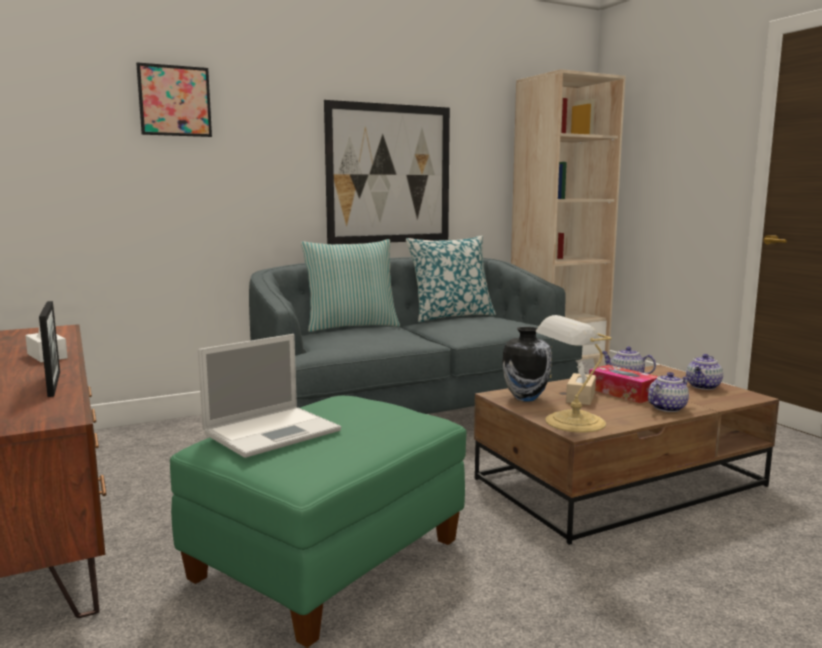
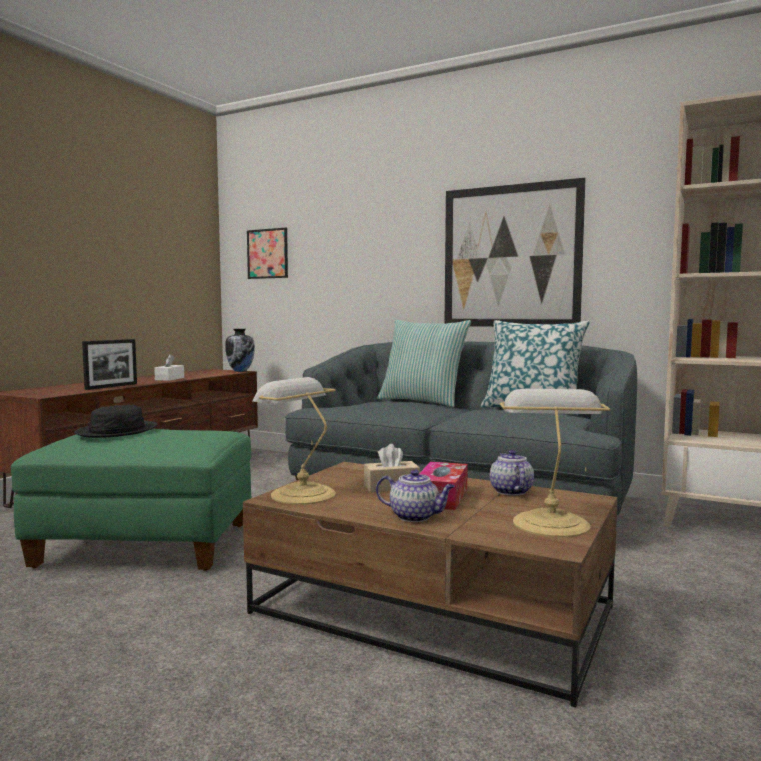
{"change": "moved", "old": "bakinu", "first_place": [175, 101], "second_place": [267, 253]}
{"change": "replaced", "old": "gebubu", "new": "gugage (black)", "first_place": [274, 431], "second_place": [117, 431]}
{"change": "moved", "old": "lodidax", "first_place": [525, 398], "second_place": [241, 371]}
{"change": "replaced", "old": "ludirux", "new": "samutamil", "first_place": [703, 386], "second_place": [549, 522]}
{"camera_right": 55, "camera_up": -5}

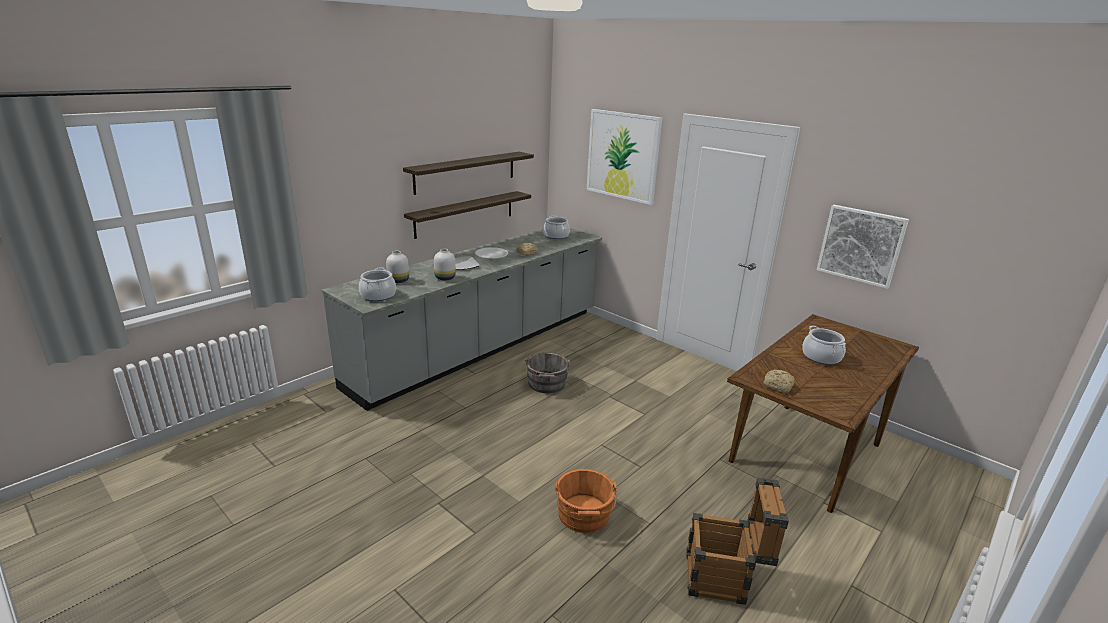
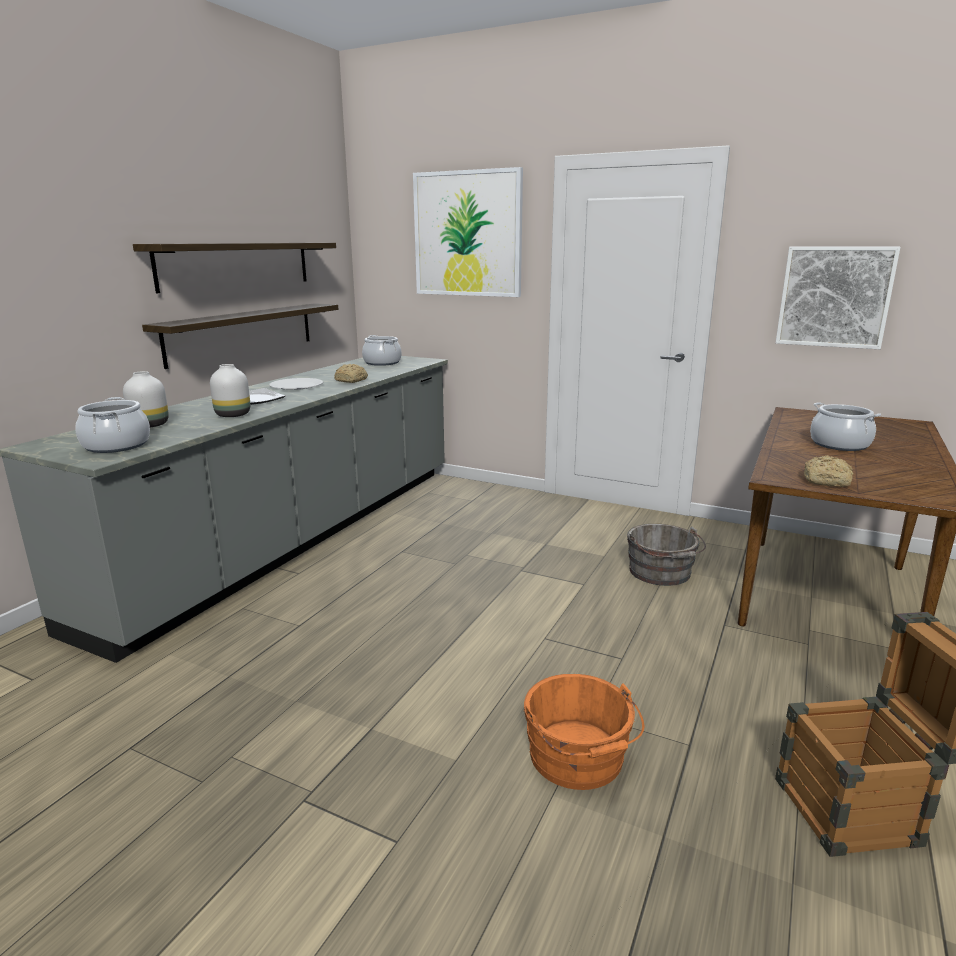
{"change": "moved", "old": "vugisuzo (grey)", "first_place": [546, 385], "second_place": [661, 573]}
{"camera_right": -15, "camera_up": -5}

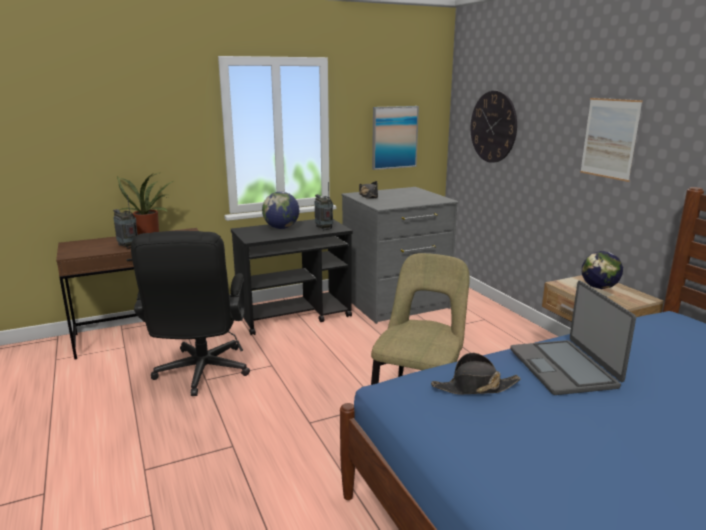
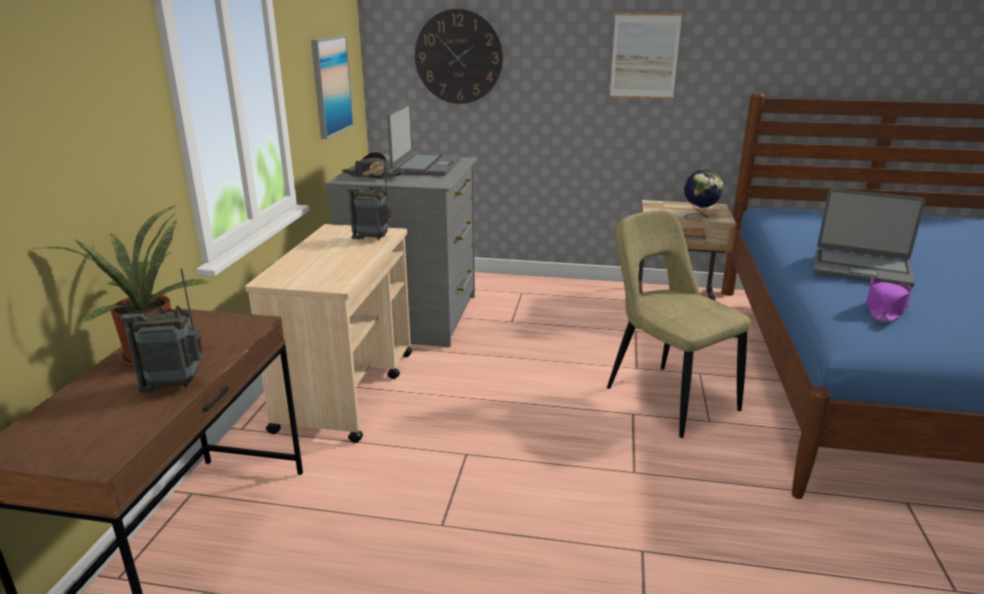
{"change": "removed", "old": "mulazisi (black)", "first_place": [201, 374]}
{"change": "recoloured", "old": "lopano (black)", "new": "lopano (beige)", "first_place": [295, 316], "second_place": [347, 389]}
{"change": "removed", "old": "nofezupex", "first_place": [281, 228]}
{"change": "recoloured", "old": "gugage (black)", "new": "gugage (purple)", "first_place": [475, 387], "second_place": [884, 308]}
{"change": "added", "new": "gebubu", "second_place": [426, 166]}
{"camera_right": -55, "camera_up": 5}

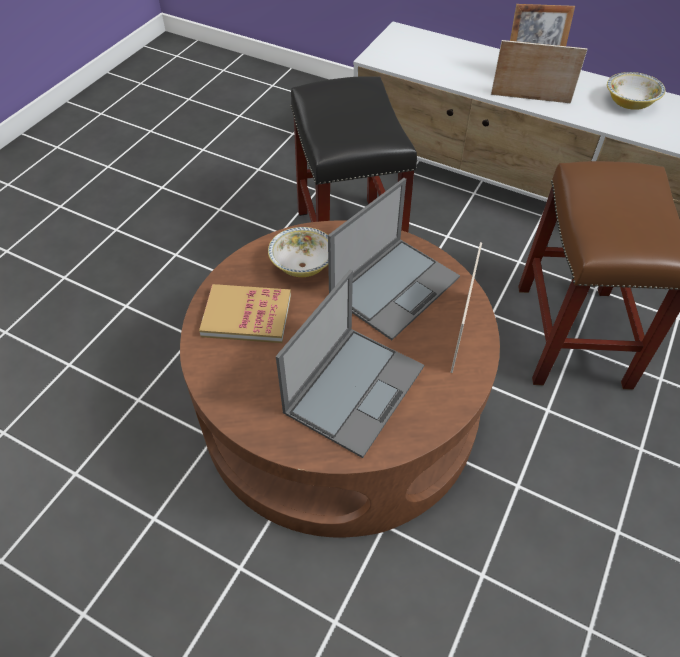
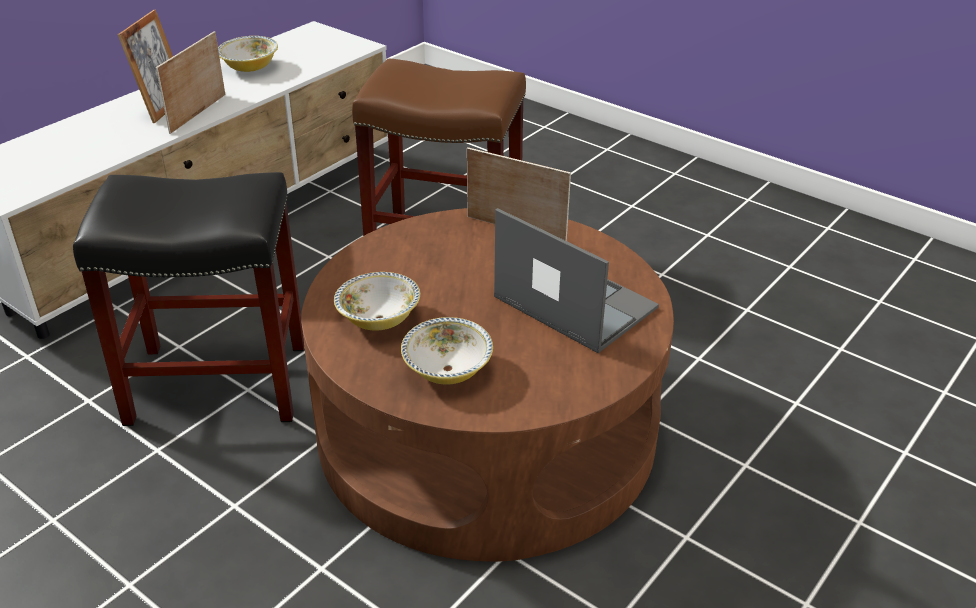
{"change": "replaced", "old": "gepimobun", "new": "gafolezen", "first_place": [247, 315], "second_place": [447, 370]}
{"change": "removed", "old": "gebubu", "first_place": [395, 286]}
{"camera_right": -80, "camera_up": -15}

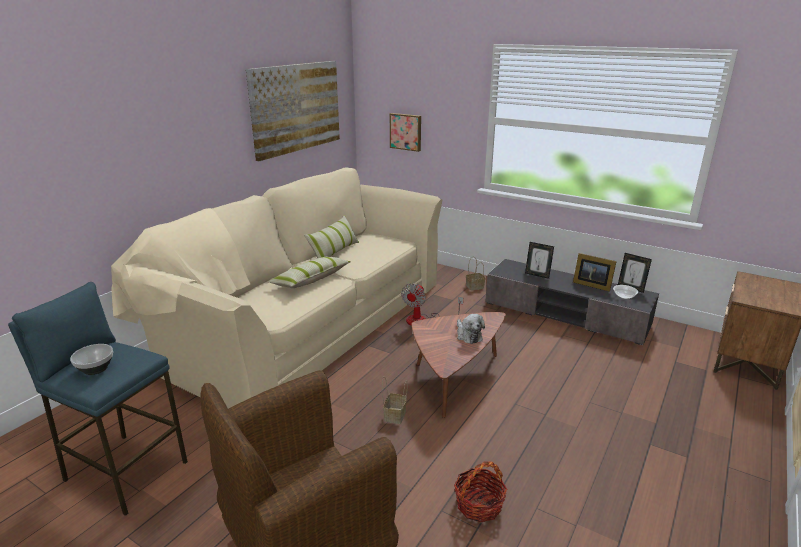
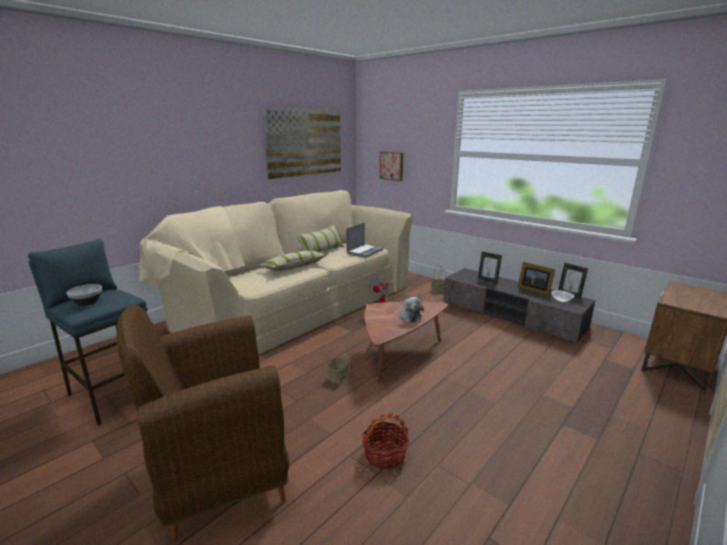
{"change": "added", "new": "gebubu", "second_place": [364, 251]}
{"camera_right": 10, "camera_up": -5}

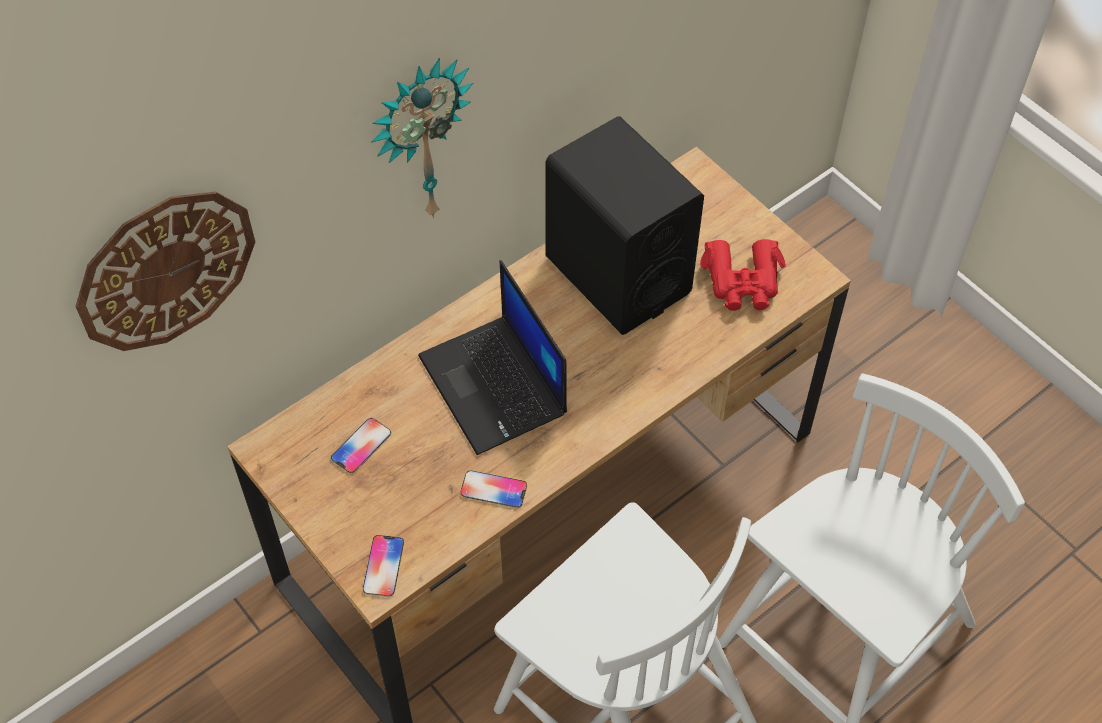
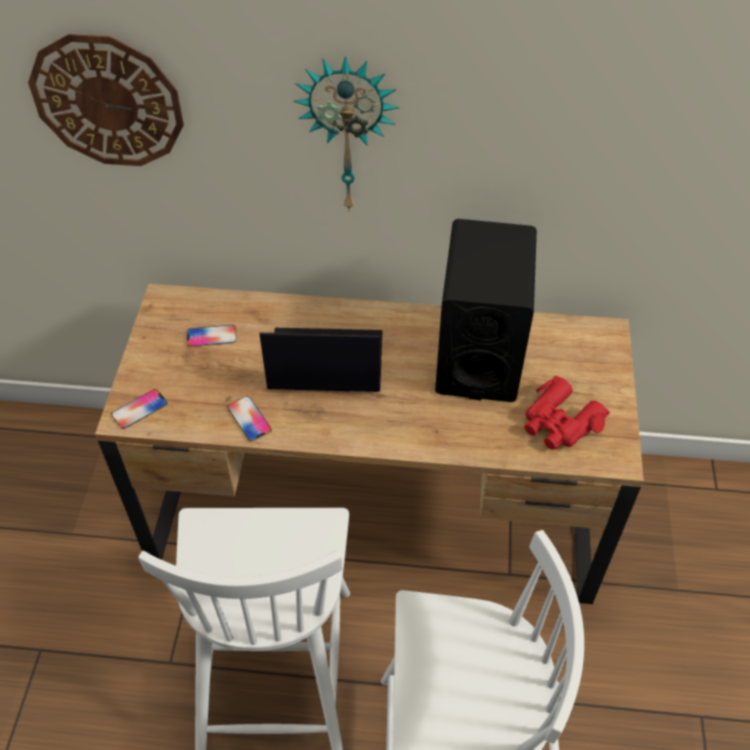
{"change": "turned", "old": "gebubu", "first_place": [495, 386], "second_place": [324, 362], "degrees": 75}
{"camera_right": 45, "camera_up": -5}

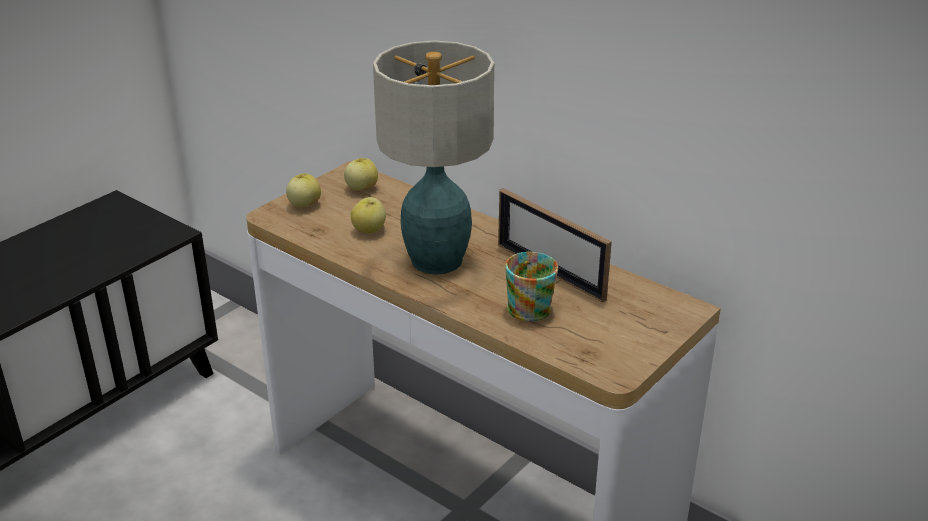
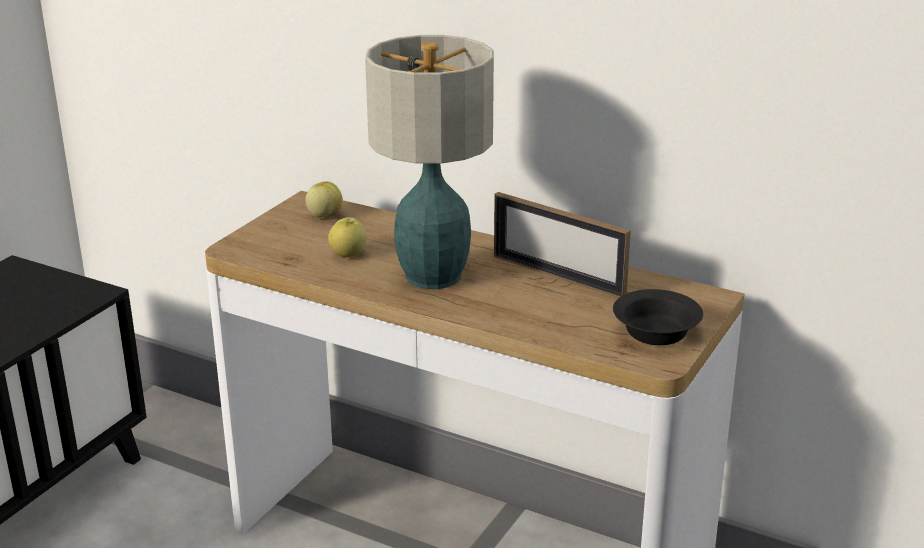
{"change": "removed", "old": "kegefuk", "first_place": [304, 205]}
{"change": "removed", "old": "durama", "first_place": [528, 305]}
{"change": "added", "new": "gafolezen (black)", "second_place": [654, 332]}
{"camera_right": -10, "camera_up": -5}

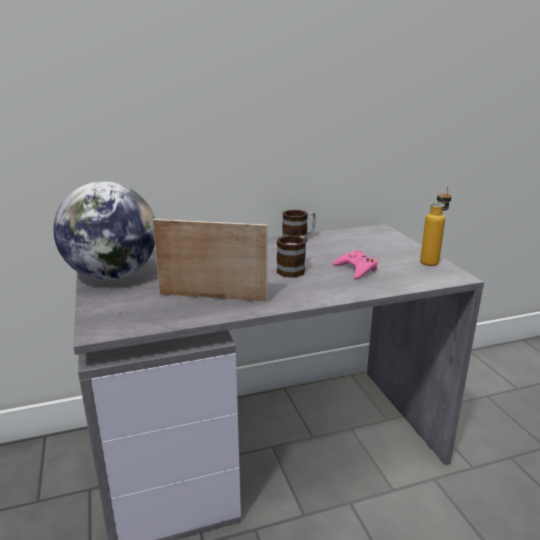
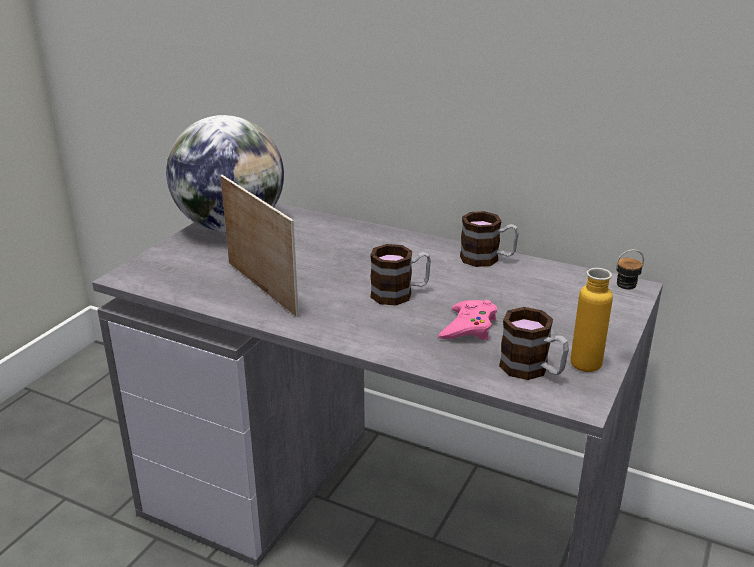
{"change": "added", "new": "durama", "second_place": [532, 370]}
{"camera_right": 45, "camera_up": 5}

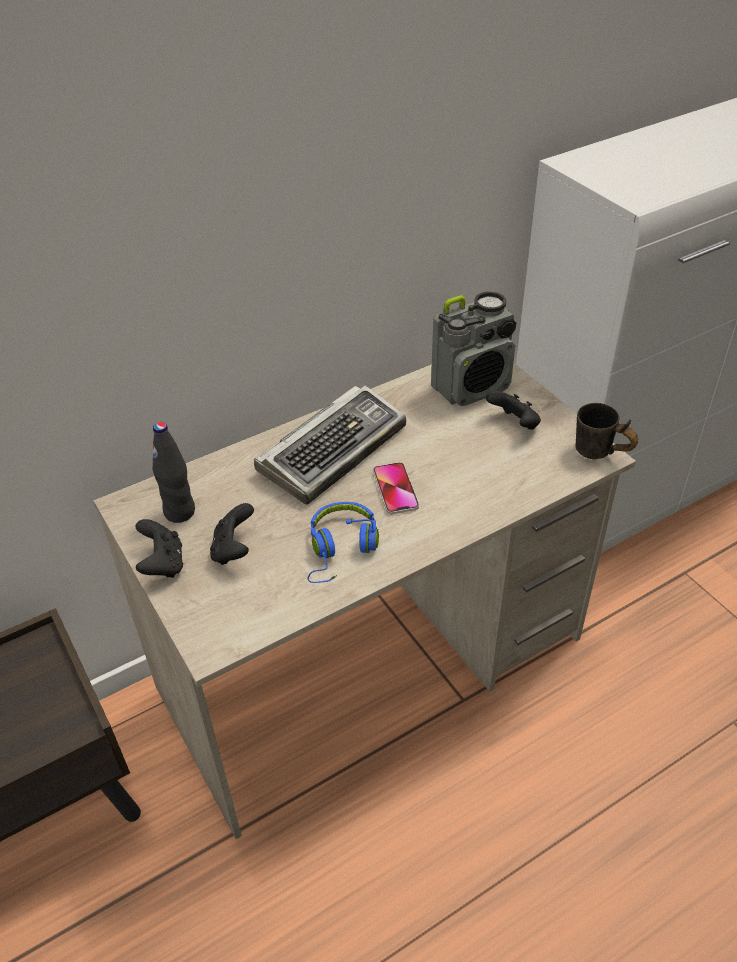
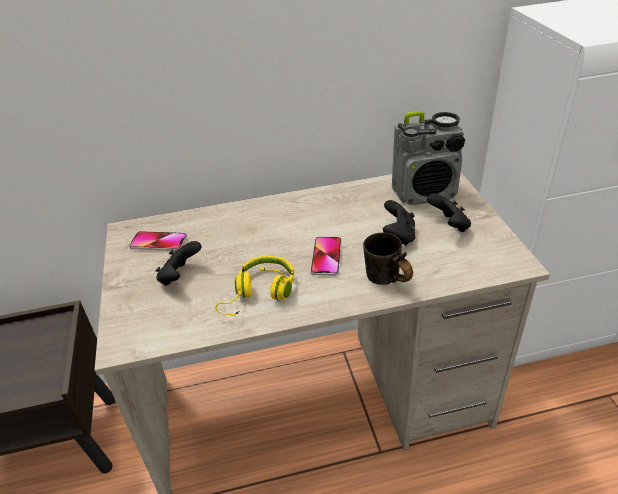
{"change": "moved", "old": "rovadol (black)", "first_place": [163, 564], "second_place": [398, 236]}
{"change": "replaced", "old": "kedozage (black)", "new": "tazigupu", "first_place": [180, 512], "second_place": [158, 242]}
{"change": "removed", "old": "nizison", "first_place": [333, 449]}
{"change": "recoloured", "old": "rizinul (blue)", "new": "rizinul (yellow)", "first_place": [341, 549], "second_place": [260, 293]}
{"change": "moved", "old": "durama (grey)", "first_place": [598, 455], "second_place": [384, 282]}
{"camera_right": 20, "camera_up": -5}

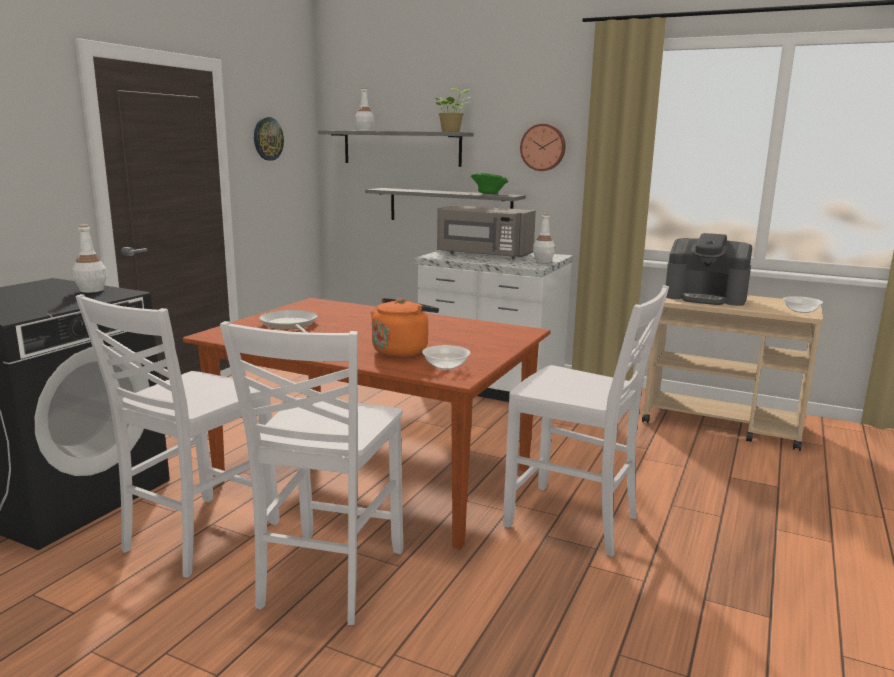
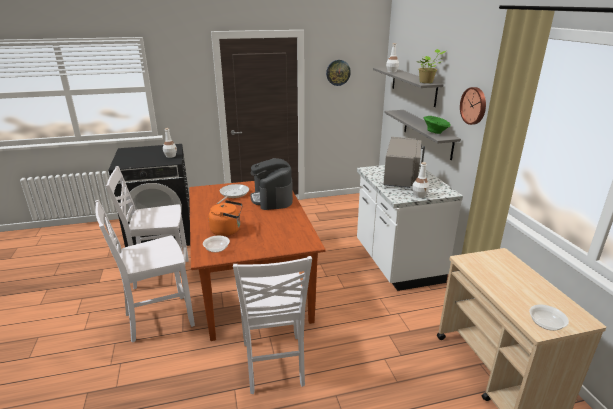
{"change": "turned", "old": "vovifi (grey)", "first_place": [483, 255], "second_place": [401, 177], "degrees": -150}
{"change": "moved", "old": "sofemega", "first_place": [705, 297], "second_place": [272, 198]}
{"camera_right": 50, "camera_up": 10}

